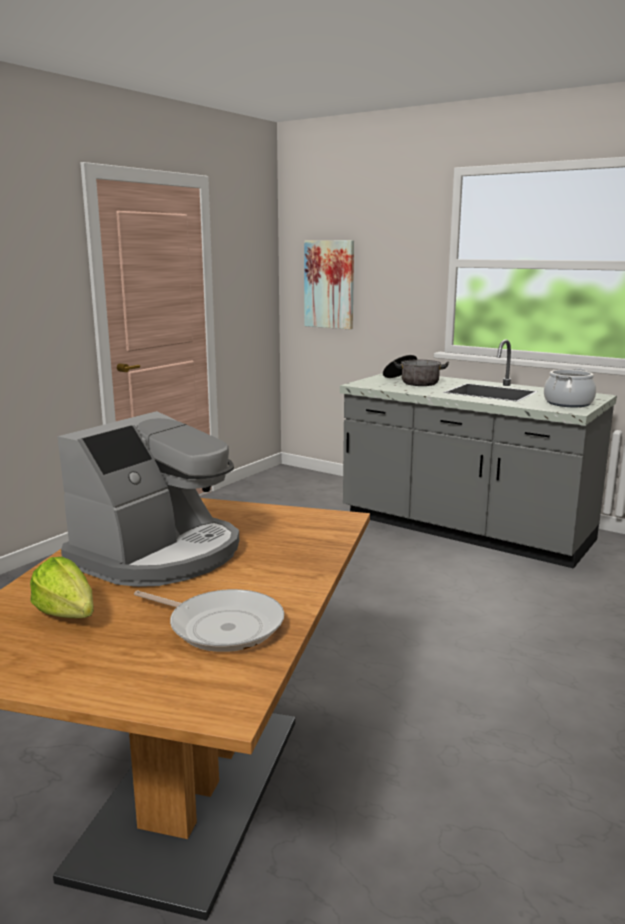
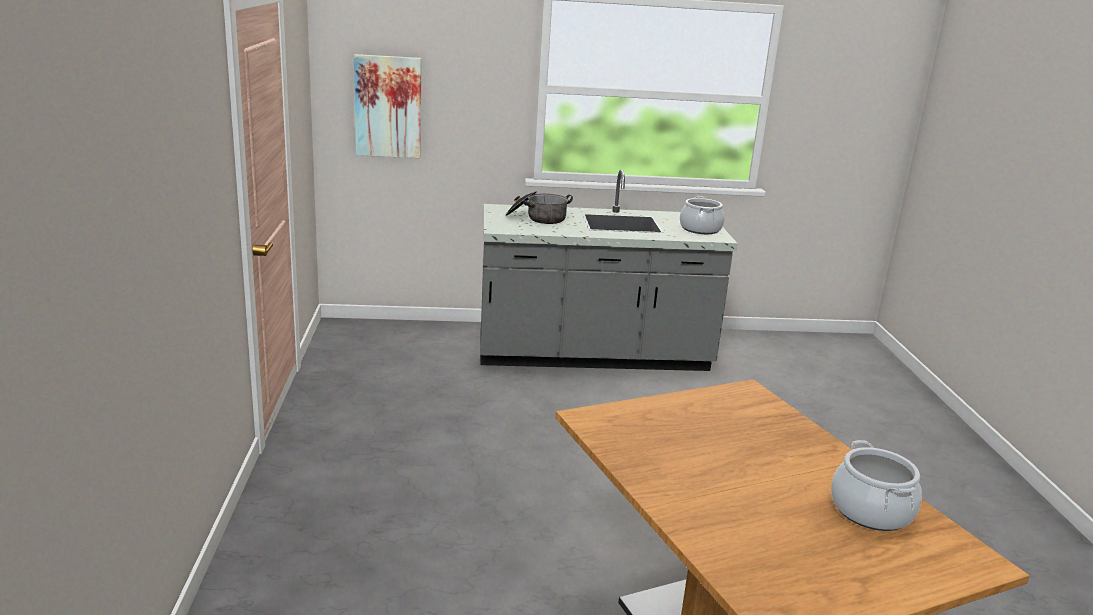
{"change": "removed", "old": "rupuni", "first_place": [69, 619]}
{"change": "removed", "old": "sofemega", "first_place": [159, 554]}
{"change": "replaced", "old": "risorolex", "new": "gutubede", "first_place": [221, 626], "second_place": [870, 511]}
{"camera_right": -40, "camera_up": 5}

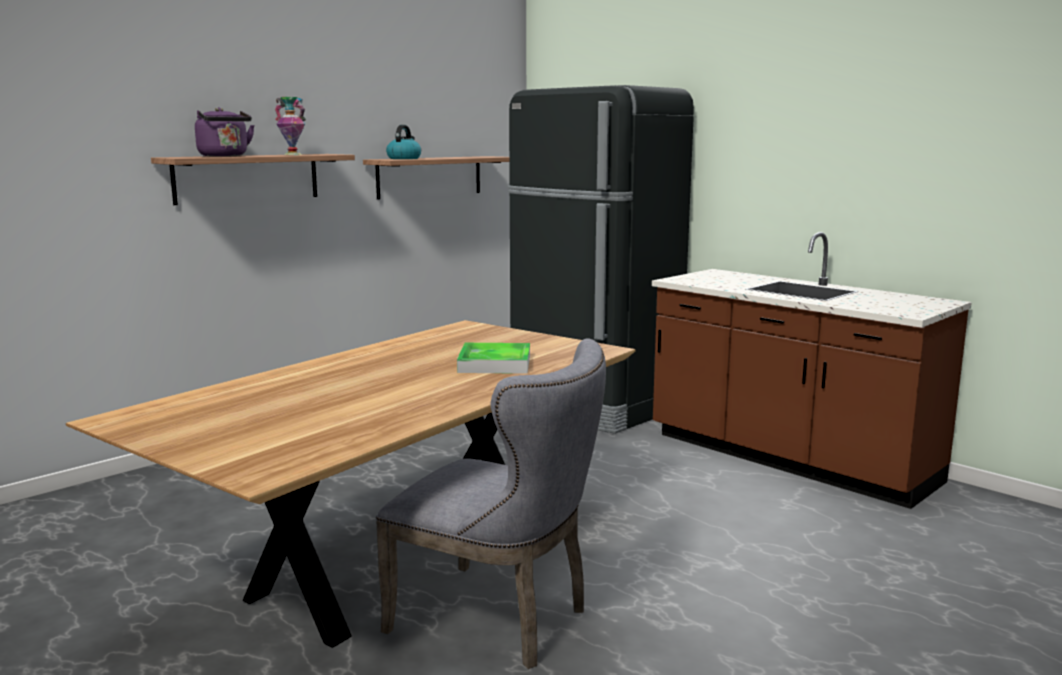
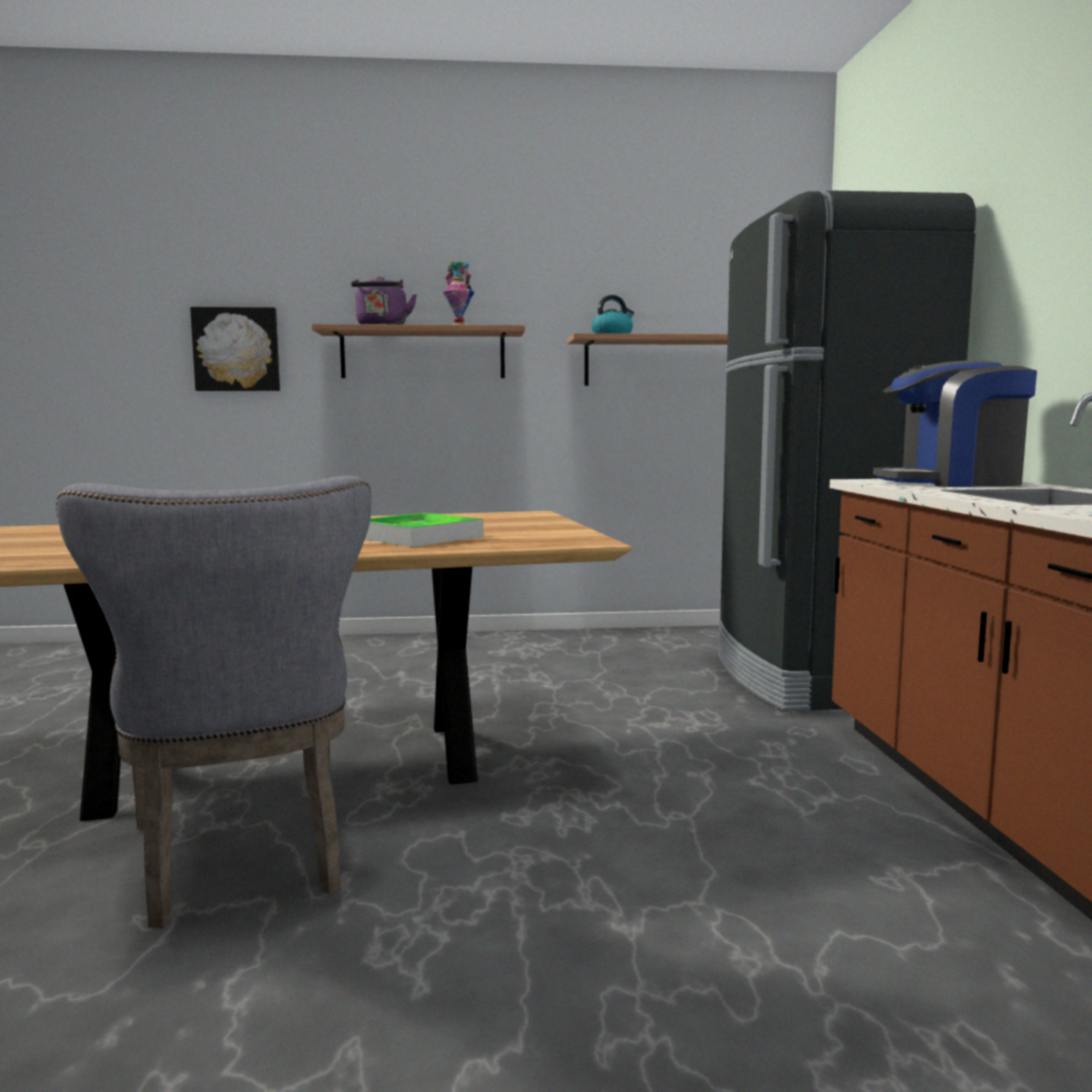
{"change": "added", "new": "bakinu", "second_place": [237, 349]}
{"change": "added", "new": "sofemega", "second_place": [951, 483]}
{"camera_right": 40, "camera_up": -5}

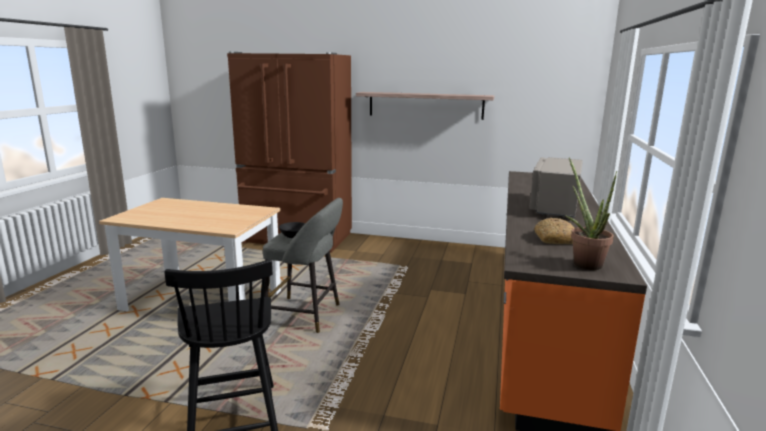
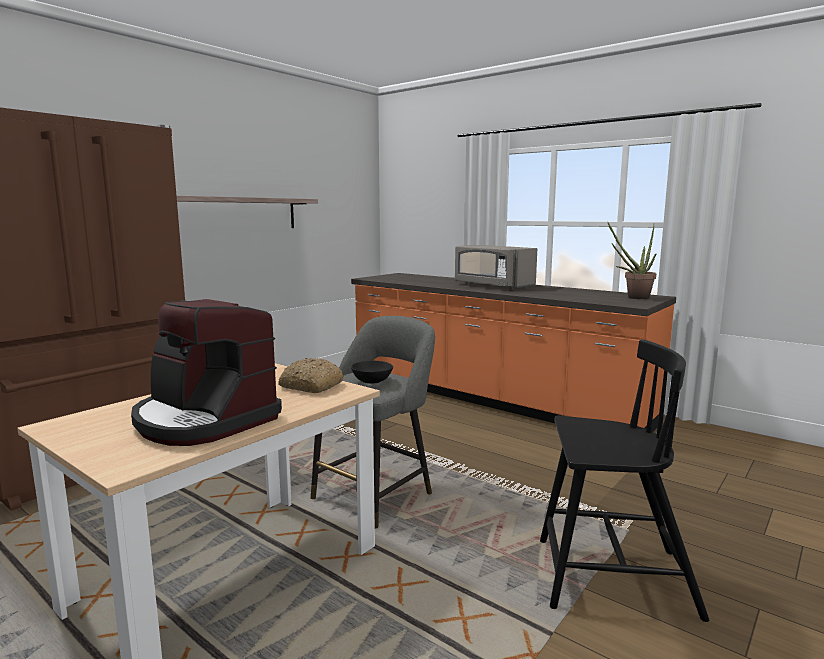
{"change": "moved", "old": "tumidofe", "first_place": [554, 239], "second_place": [310, 386]}
{"change": "added", "new": "sofemega", "second_place": [204, 420]}
{"camera_right": -65, "camera_up": -5}

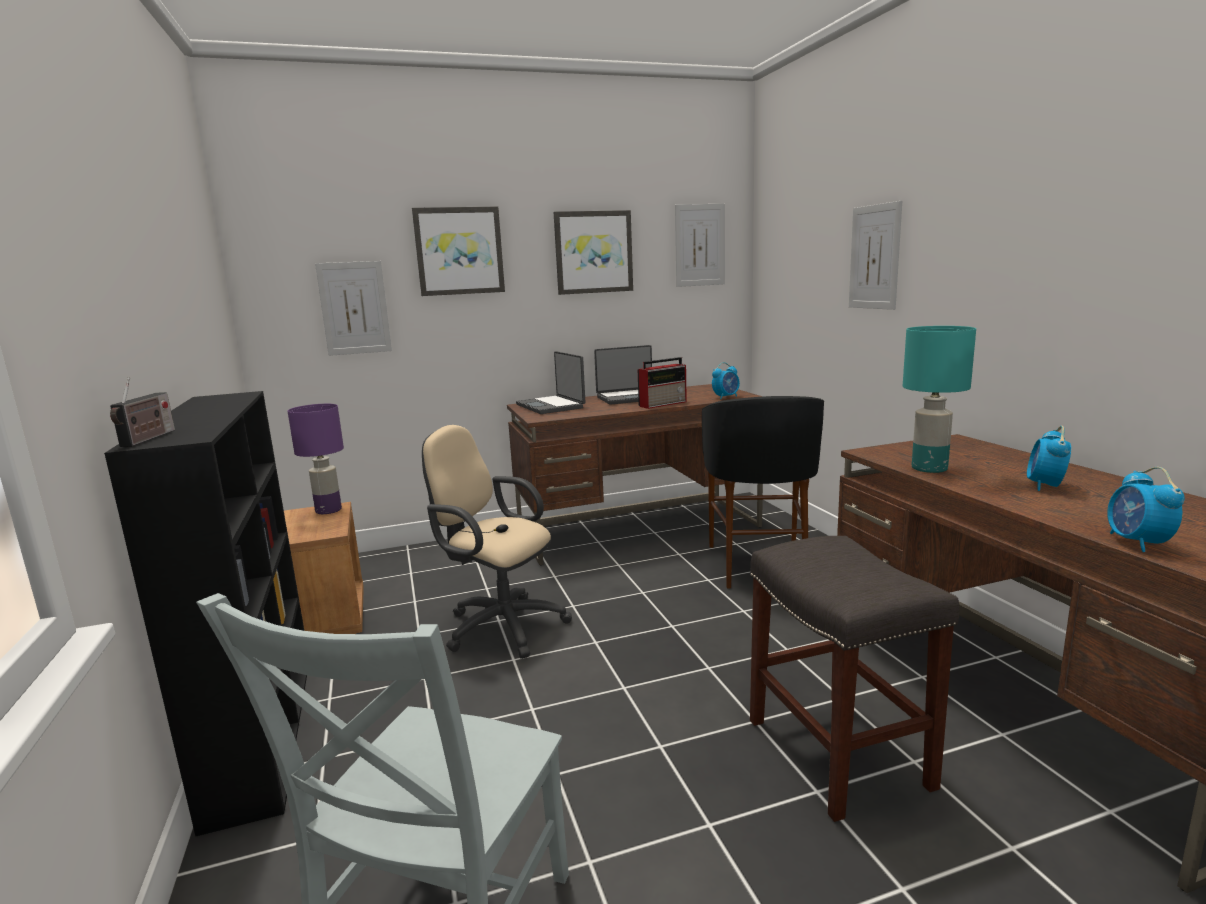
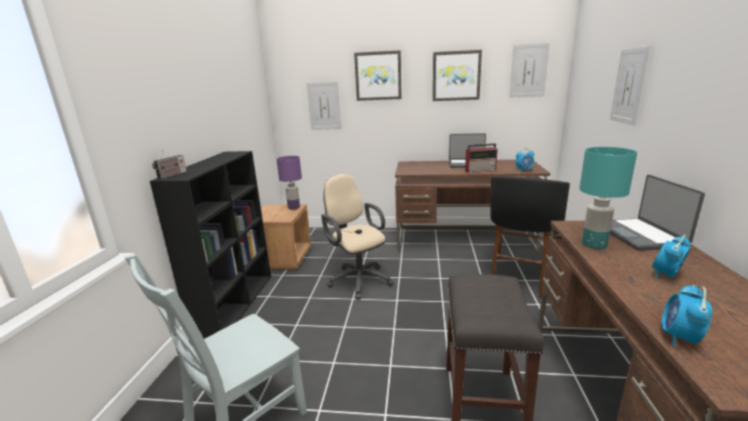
{"change": "moved", "old": "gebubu", "first_place": [551, 406], "second_place": [640, 235]}
{"camera_right": 25, "camera_up": 5}

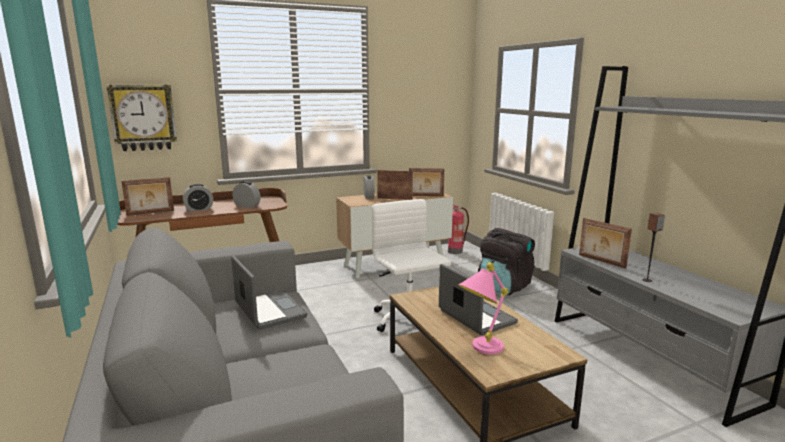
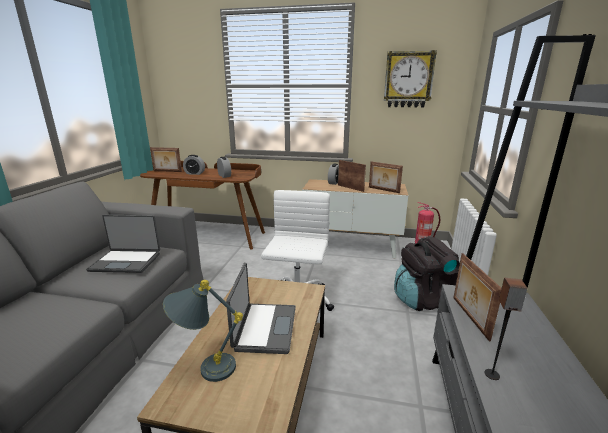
{"change": "moved", "old": "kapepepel", "first_place": [143, 117], "second_place": [408, 80]}
{"change": "turned", "old": "gebubu", "first_place": [269, 311], "second_place": [126, 261], "degrees": 90}
{"change": "recoloured", "old": "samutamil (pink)", "new": "samutamil (grey)", "first_place": [479, 350], "second_place": [205, 368]}
{"camera_right": 35, "camera_up": 5}

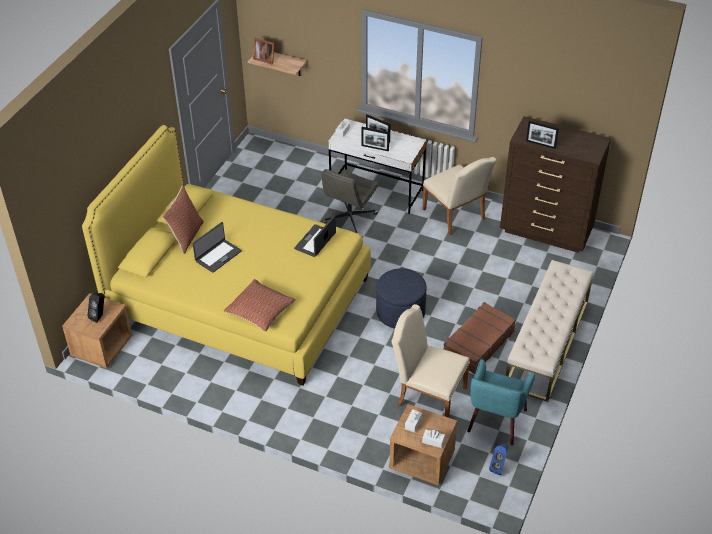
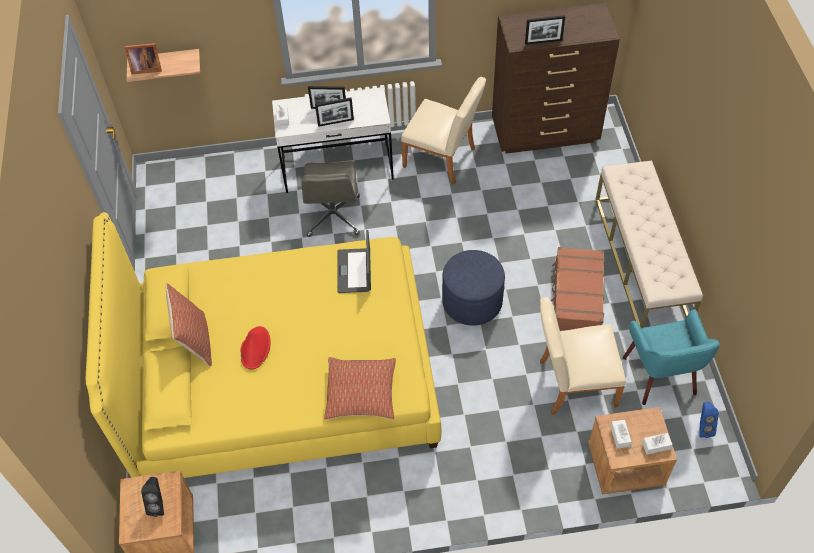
{"change": "replaced", "old": "gebubu", "new": "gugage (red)", "first_place": [218, 256], "second_place": [255, 348]}
{"camera_right": -30, "camera_up": 10}

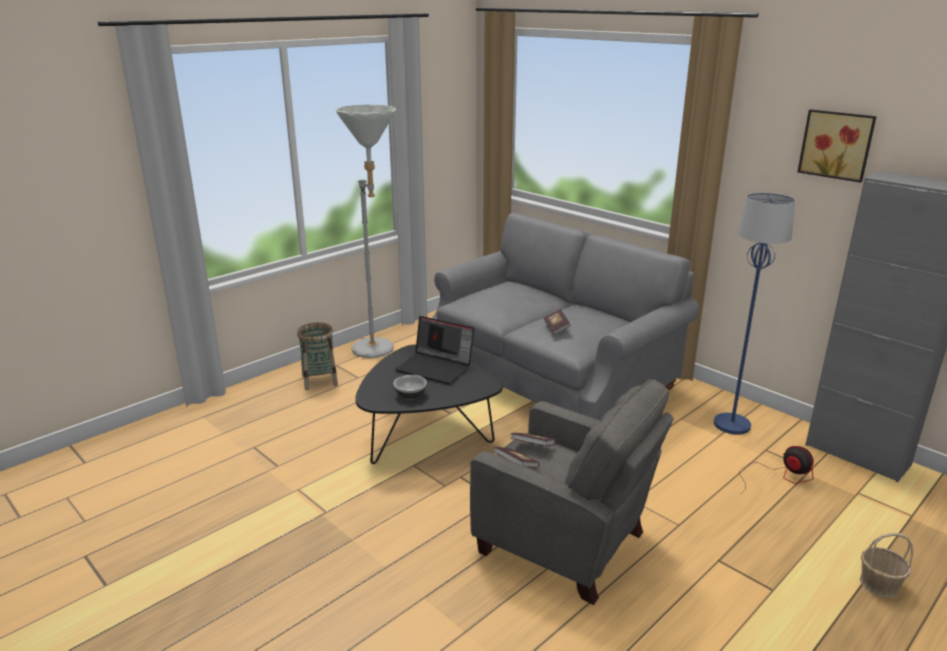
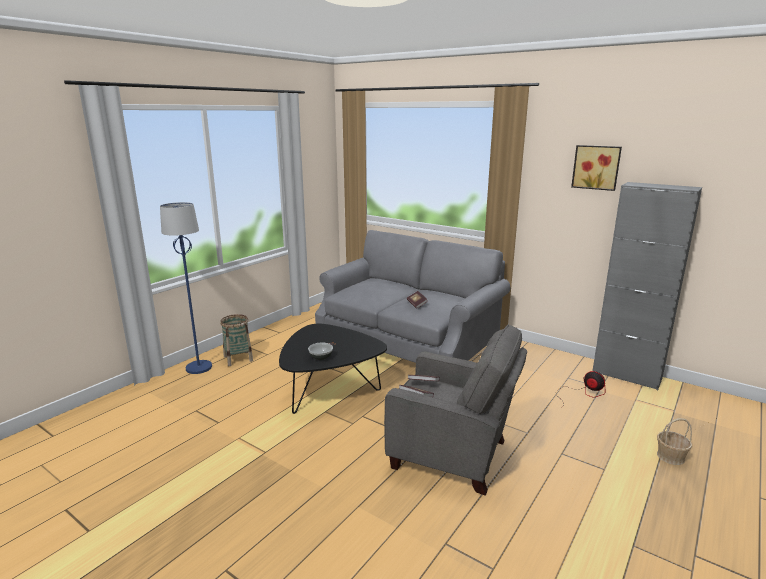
{"change": "removed", "old": "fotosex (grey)", "first_place": [378, 352]}
{"change": "removed", "old": "gebubu", "first_place": [436, 367]}
{"change": "moved", "old": "fotosex (blue)", "first_place": [732, 425], "second_place": [198, 368]}
{"camera_right": -10, "camera_up": -5}

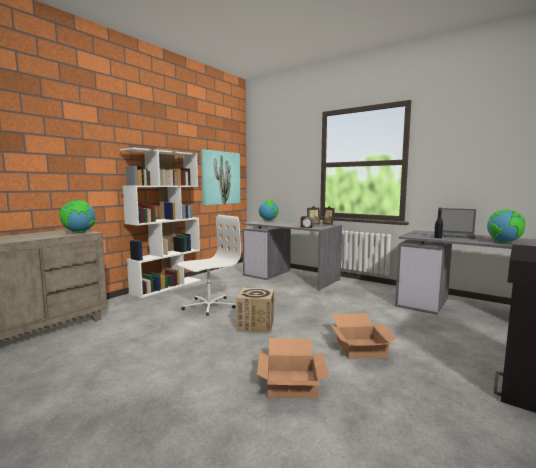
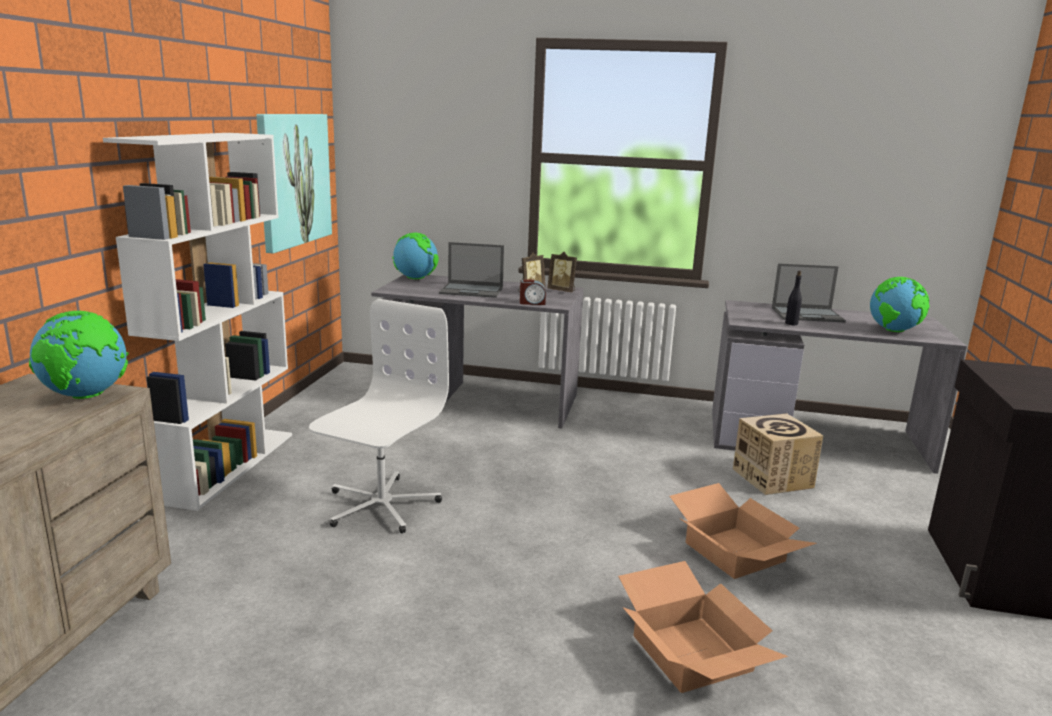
{"change": "moved", "old": "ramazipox", "first_place": [256, 324], "second_place": [772, 478]}
{"change": "added", "new": "gebubu", "second_place": [472, 291]}
{"camera_right": -25, "camera_up": 10}

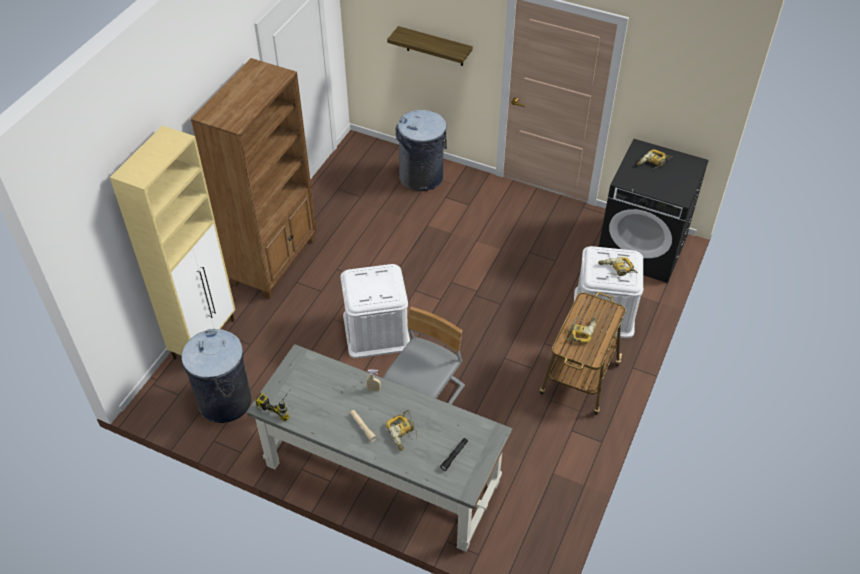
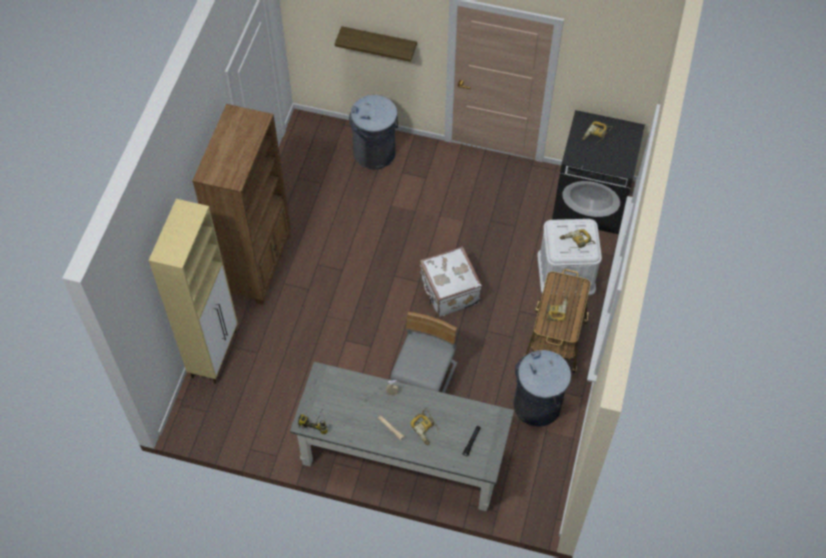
{"change": "moved", "old": "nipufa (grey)", "first_place": [224, 401], "second_place": [537, 405]}
{"change": "removed", "old": "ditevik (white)", "first_place": [376, 330]}
{"change": "added", "new": "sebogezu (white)", "second_place": [448, 292]}
{"camera_right": -10, "camera_up": 10}

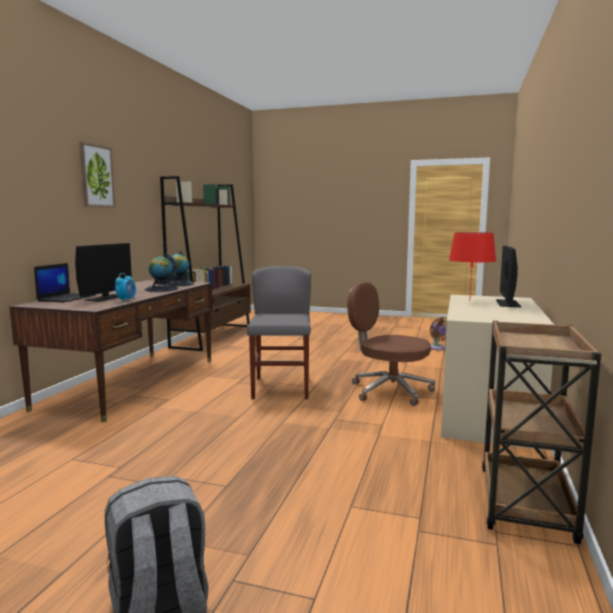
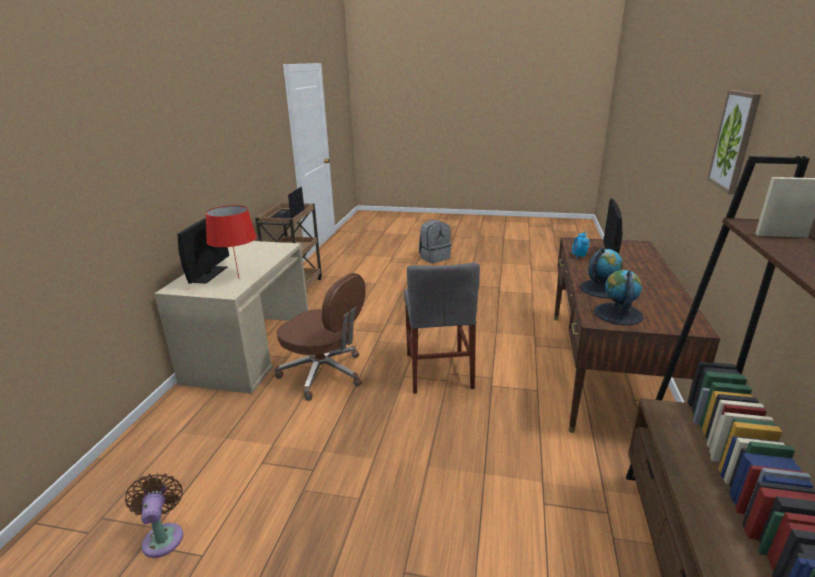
{"change": "moved", "old": "gebubu", "first_place": [66, 298], "second_place": [287, 215]}
{"camera_right": 175, "camera_up": 15}

